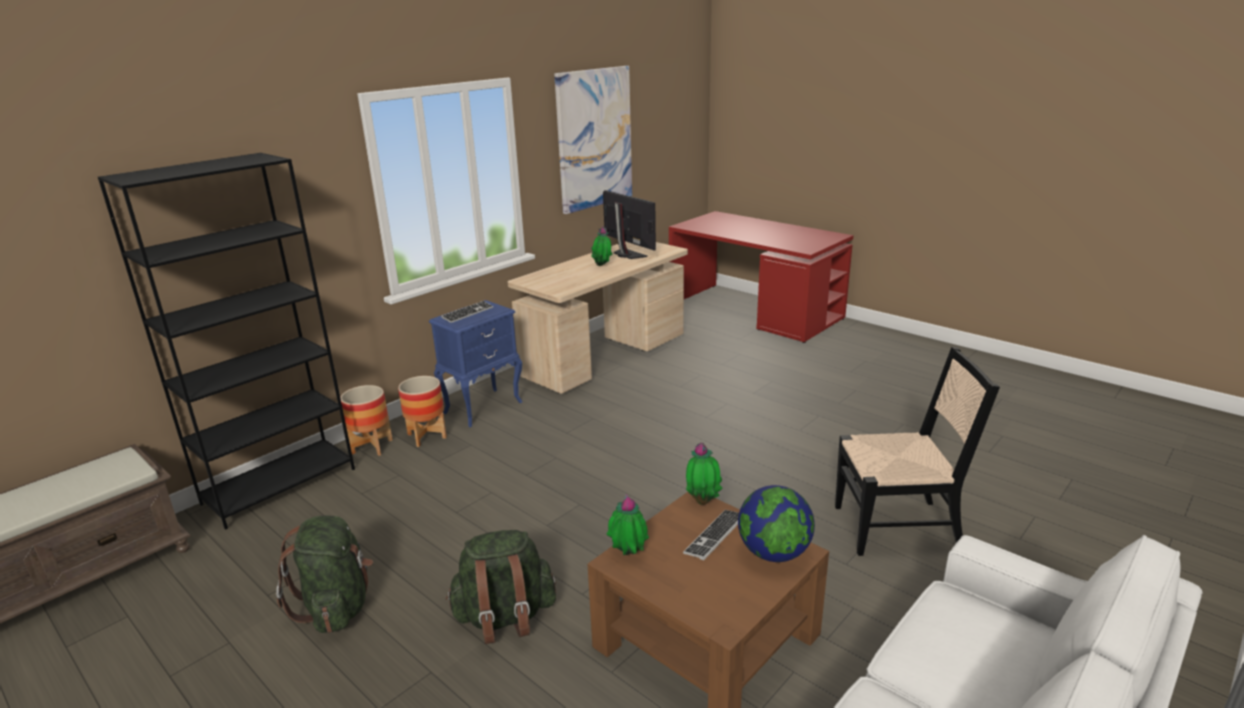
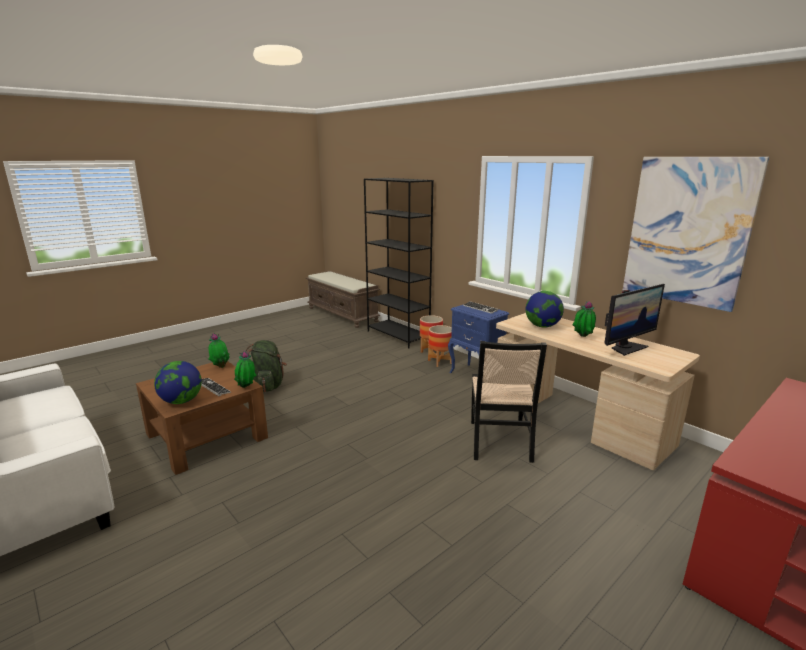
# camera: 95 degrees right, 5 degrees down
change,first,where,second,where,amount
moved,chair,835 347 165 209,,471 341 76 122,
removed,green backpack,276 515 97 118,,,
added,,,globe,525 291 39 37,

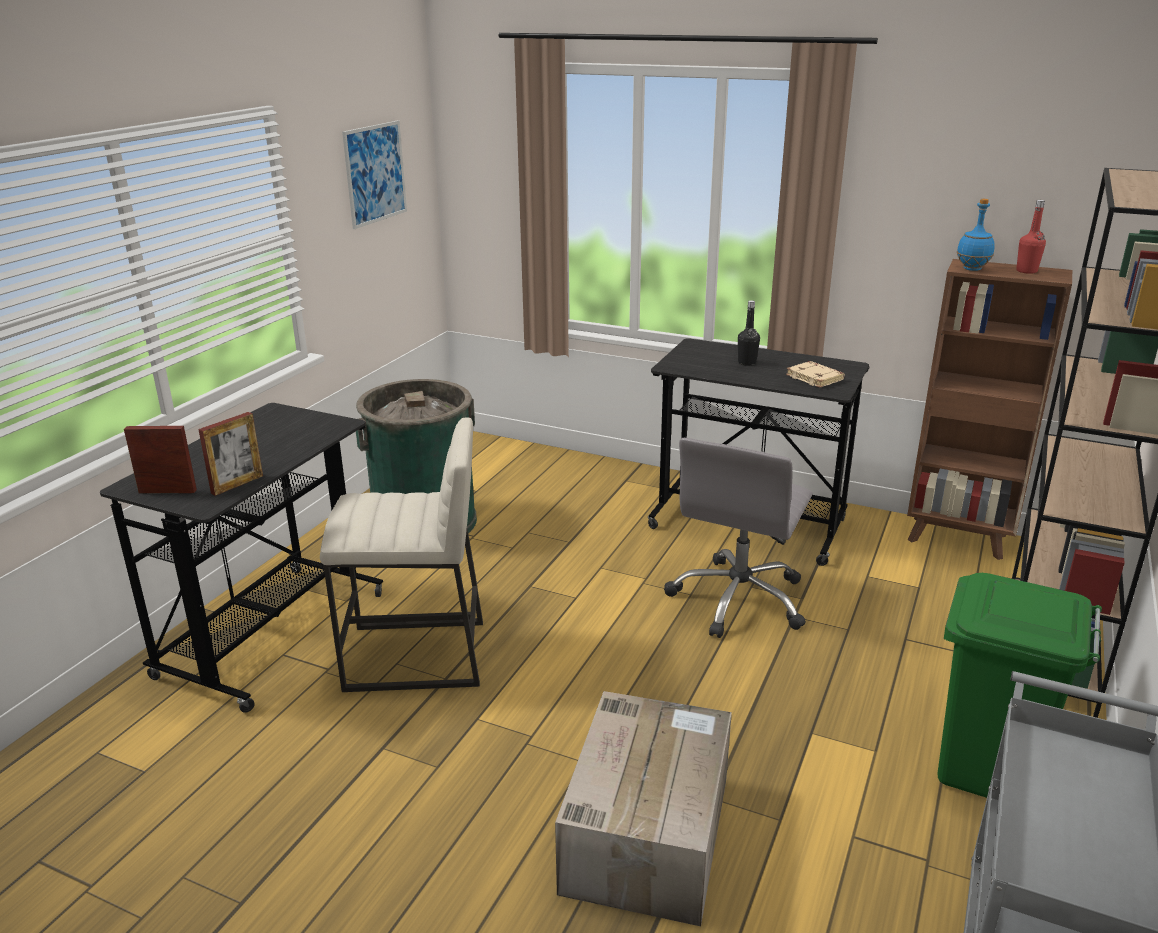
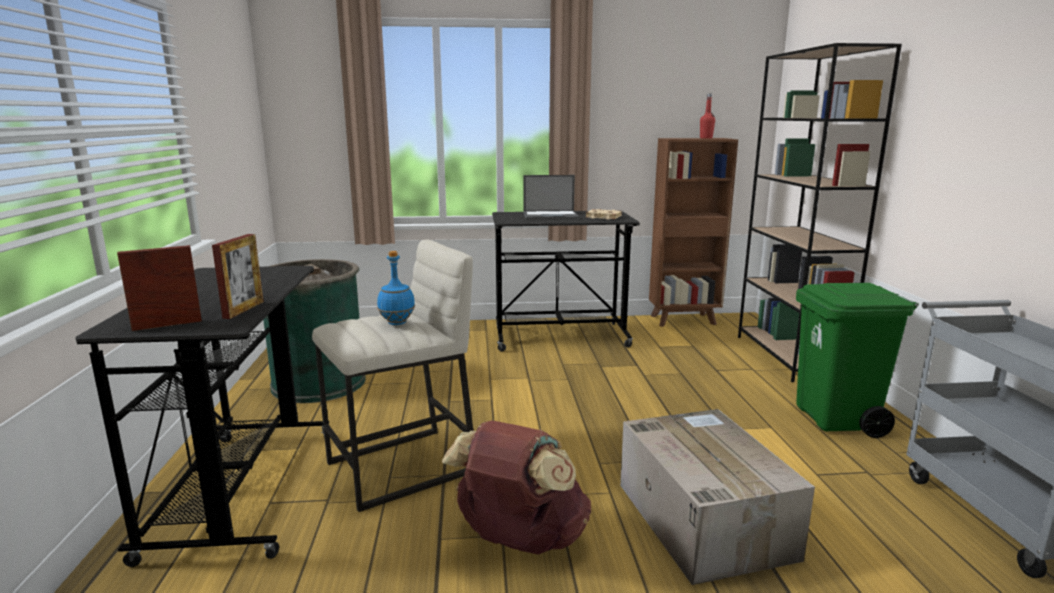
# camera: 30 degrees left, 10 degrees down
change,first,where,second,where,amount
removed,picture,342 120 65 109,,,
moved,blue bottle,957 199 38 72,,377 251 38 74,
replaced,black bottle,738 300 22 66,laptop,523 175 57 45,
removed,grey office chair,664 438 149 200,,,
added,,,brown backpack,442 420 149 135,

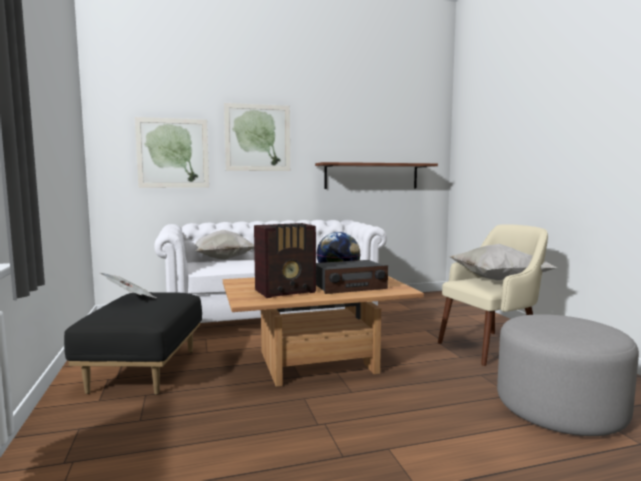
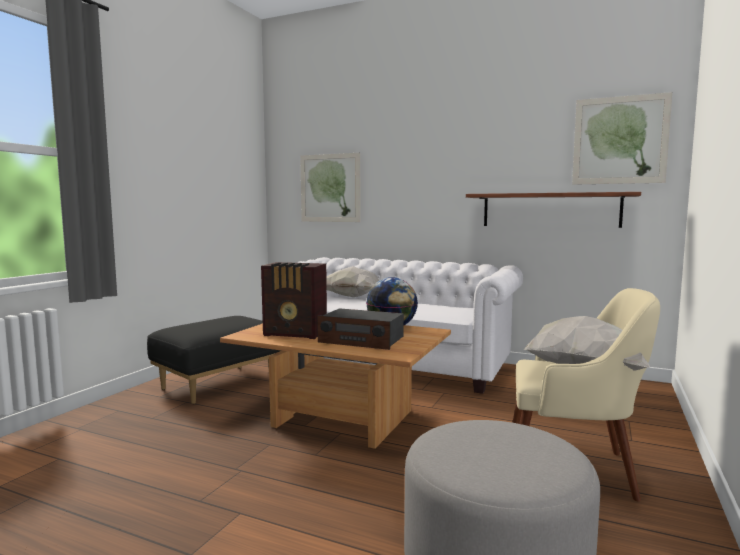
# camera: 40 degrees right, 0 degrees up
change,first,where,second,where,amount
moved,picture,224 103 66 68,,572 92 100 93,
removed,newspaper,100 273 56 25,,,

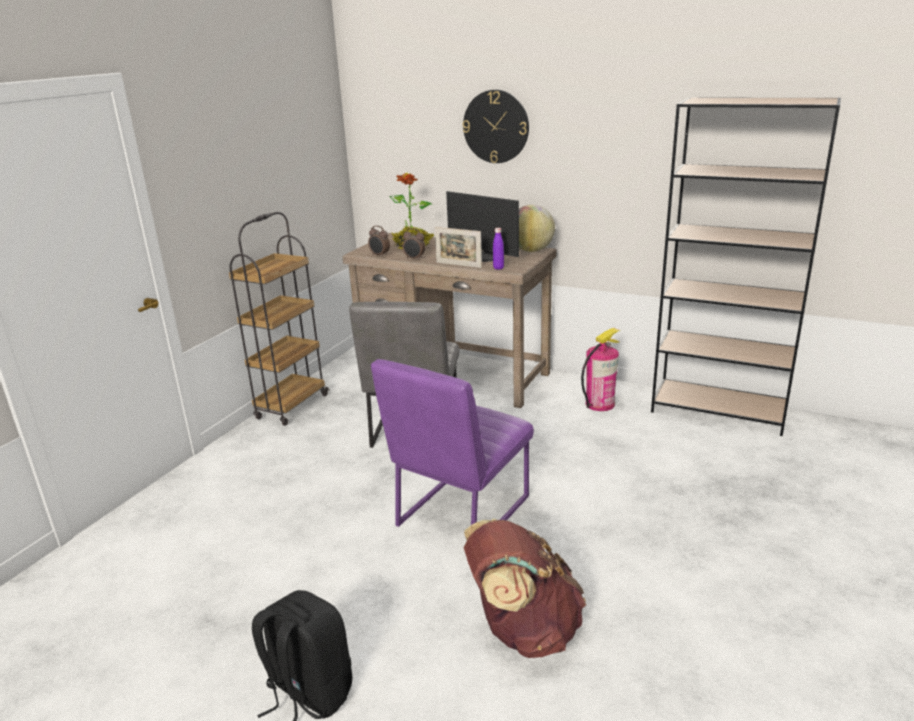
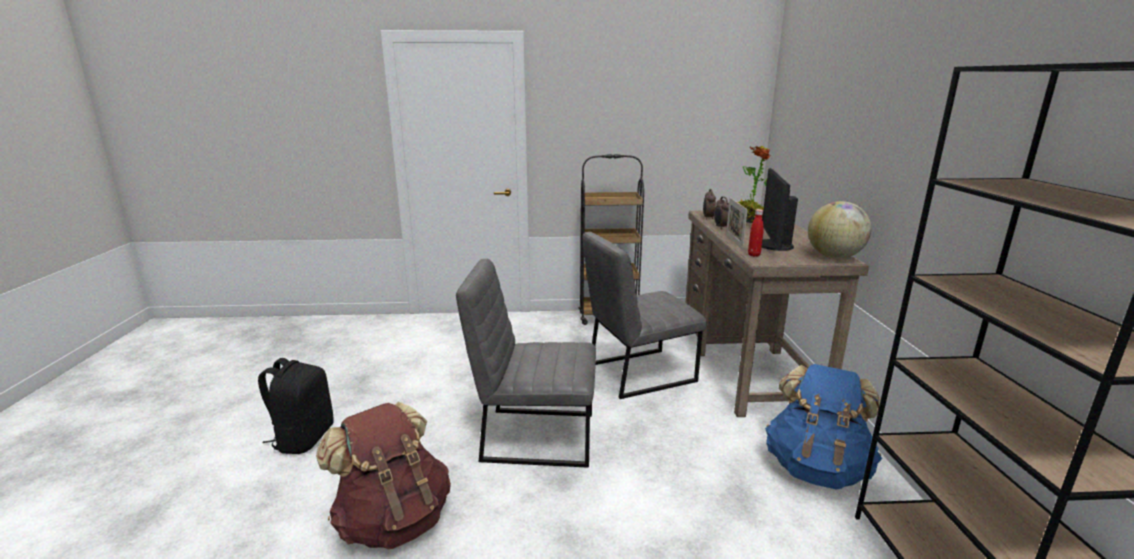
# camera: 60 degrees right, 5 degrees down
change,first,where,second,where,amount
removed,wall clock,463 90 66 73,,,
recoloured,purple bottle,493 228 11 42,red bottle,748 209 16 48,
replaced,fire extinguisher,581 328 39 83,blue backpack,765 364 117 125,
recoloured,purple chair,371 359 163 168,grey chair,456 259 140 209,

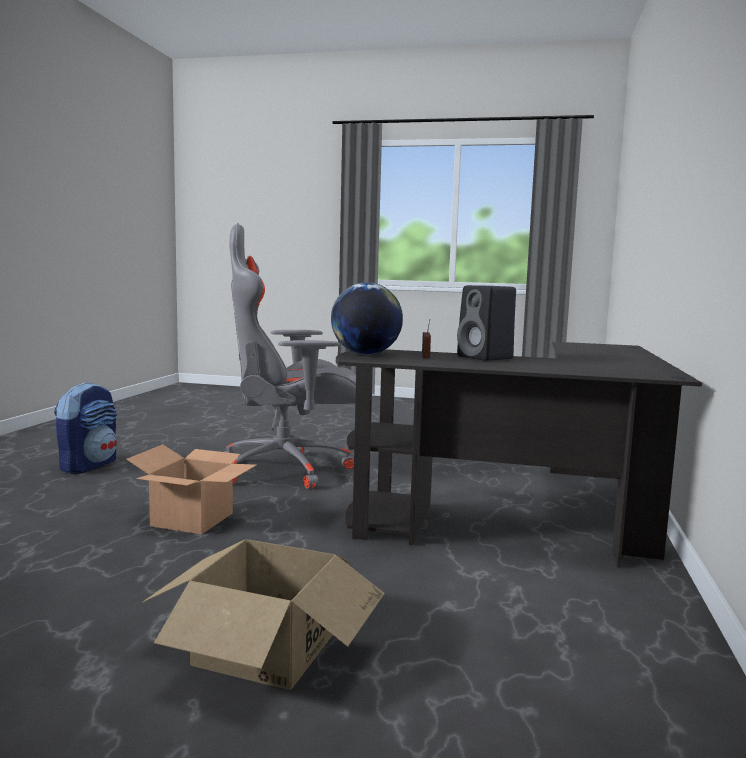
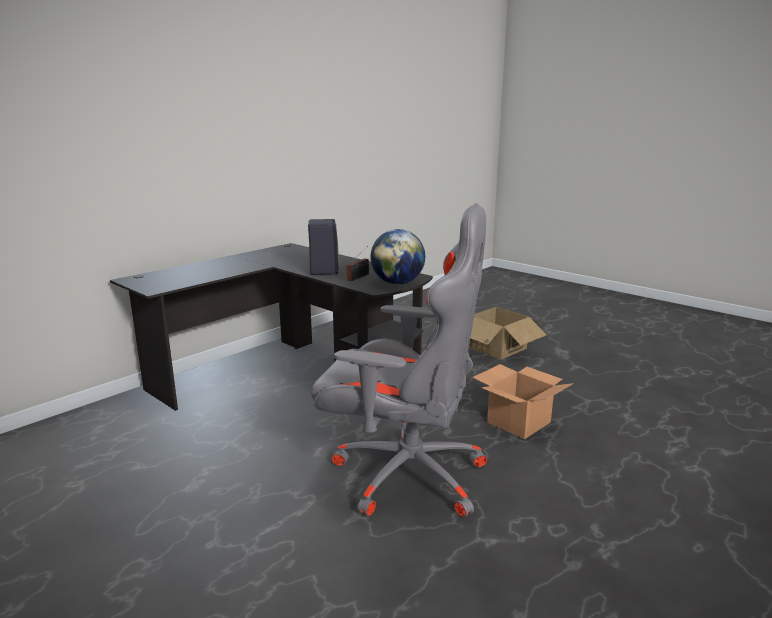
# camera: 150 degrees left, 10 degrees up
change,first,where,second,where,amount
removed,backpack,54 382 63 92,,,

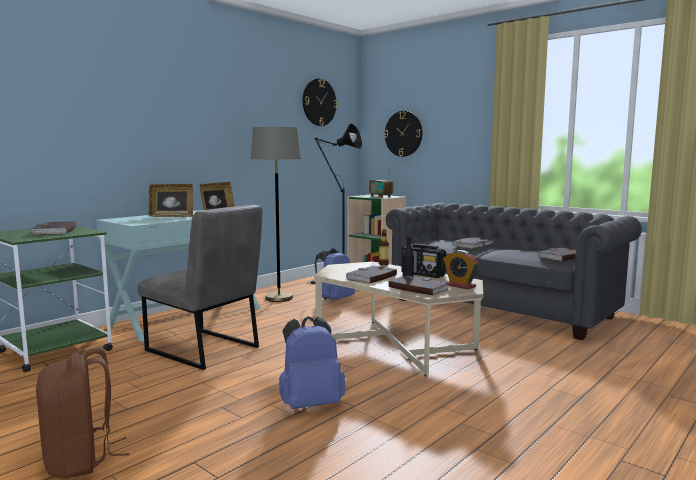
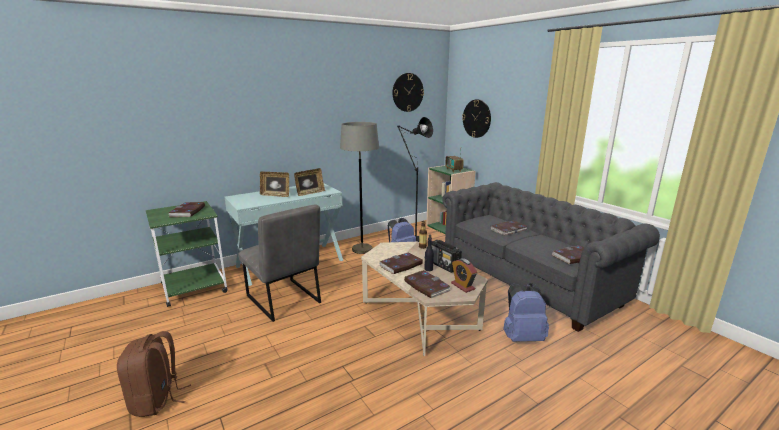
# camera: 15 degrees right, 10 degrees up
change,first,where,second,where,amount
moved,blue backpack,279 316 66 93,,503 283 46 59,

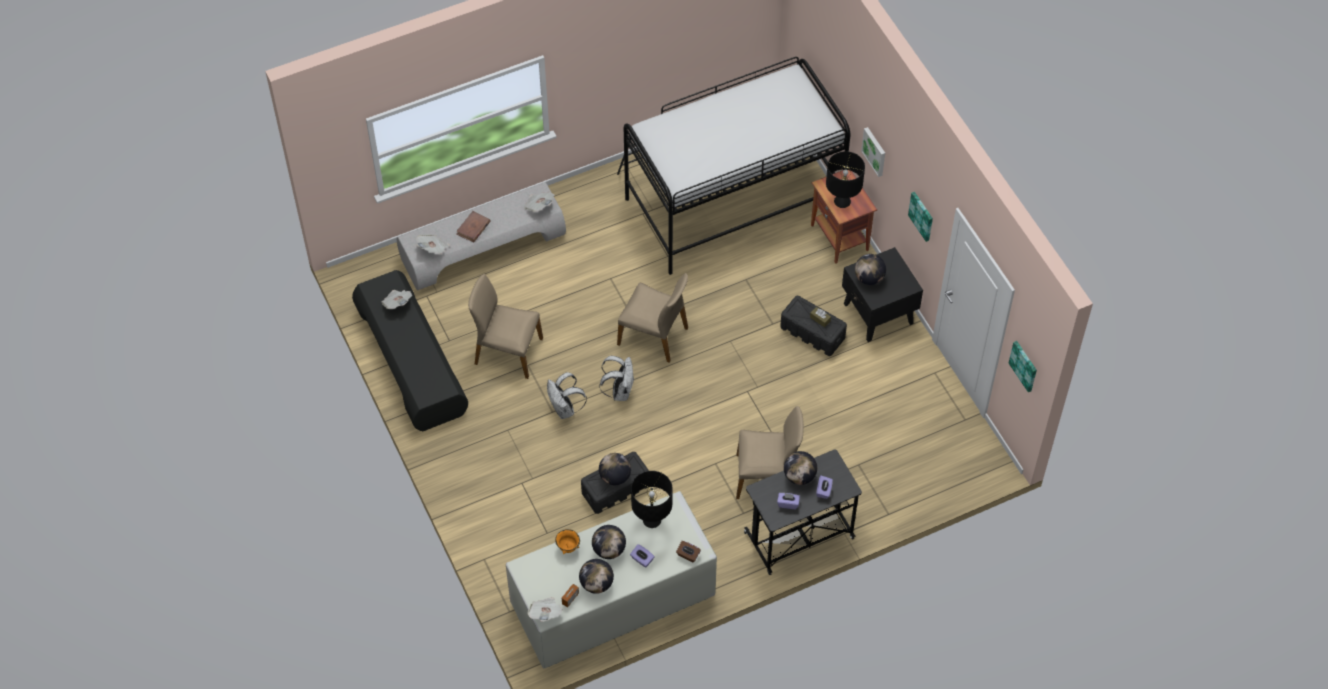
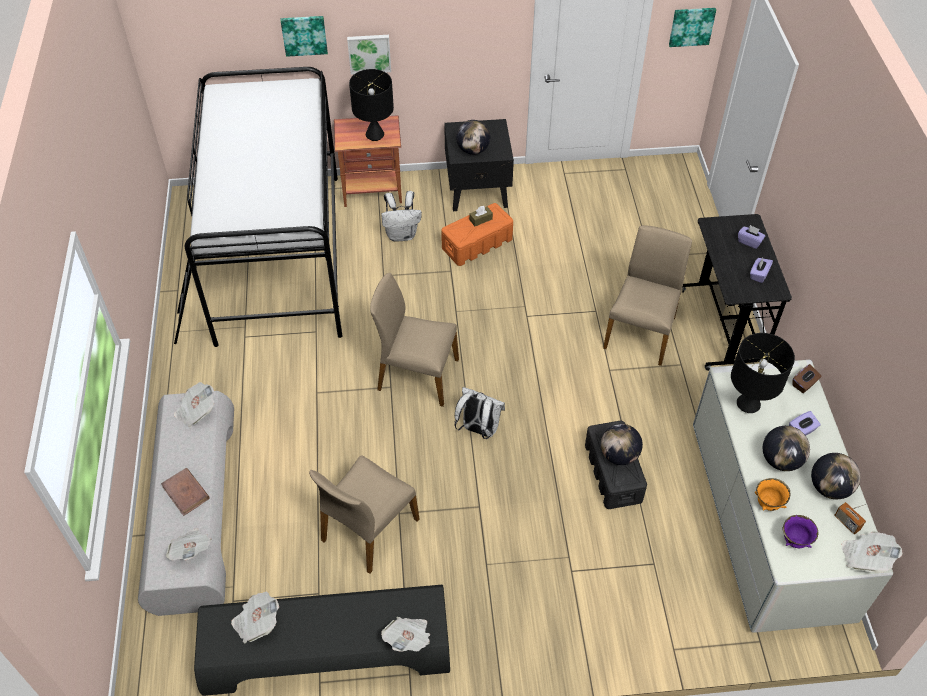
# camera: 70 degrees left, 5 degrees down
change,first,where,second,where,amount
moved,picture,908 192 25 50,,281 16 47 41,
turned,beige chair,617 273 71 90,,370 273 89 134,120 degrees counterclockwise
recoloured,black storage box,780 296 67 60,orange storage box,441 203 72 63,
moved,white backpack,547 372 40 47,,382 191 40 51,
removed,globe,784 451 33 34,,,
added,,,purple bowl,782 515 37 33,
added,,,newspaper,381 617 49 35,

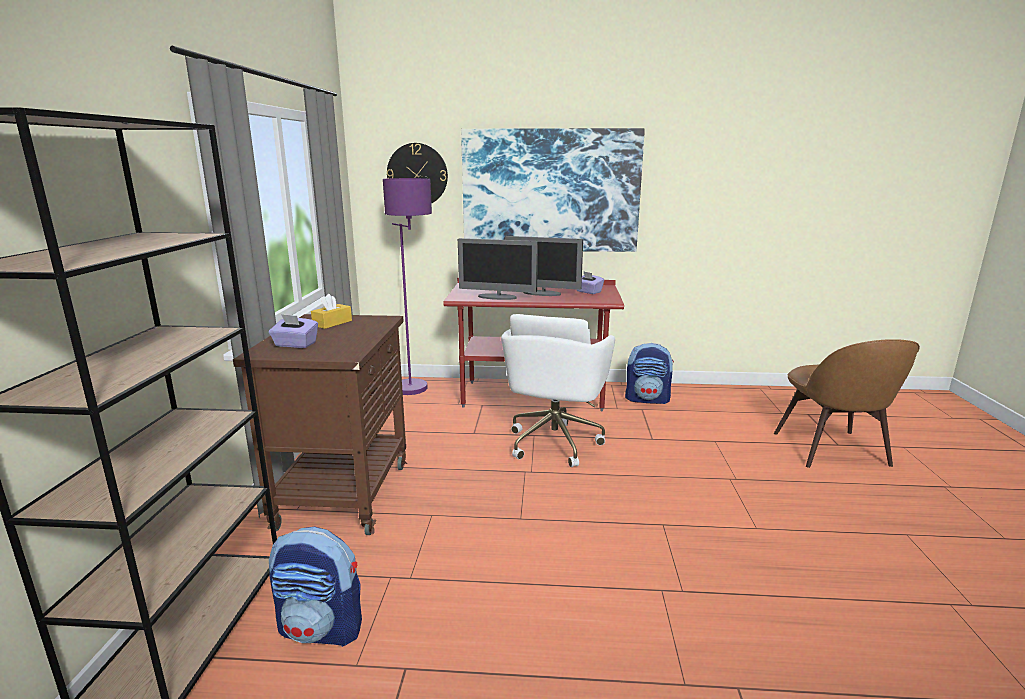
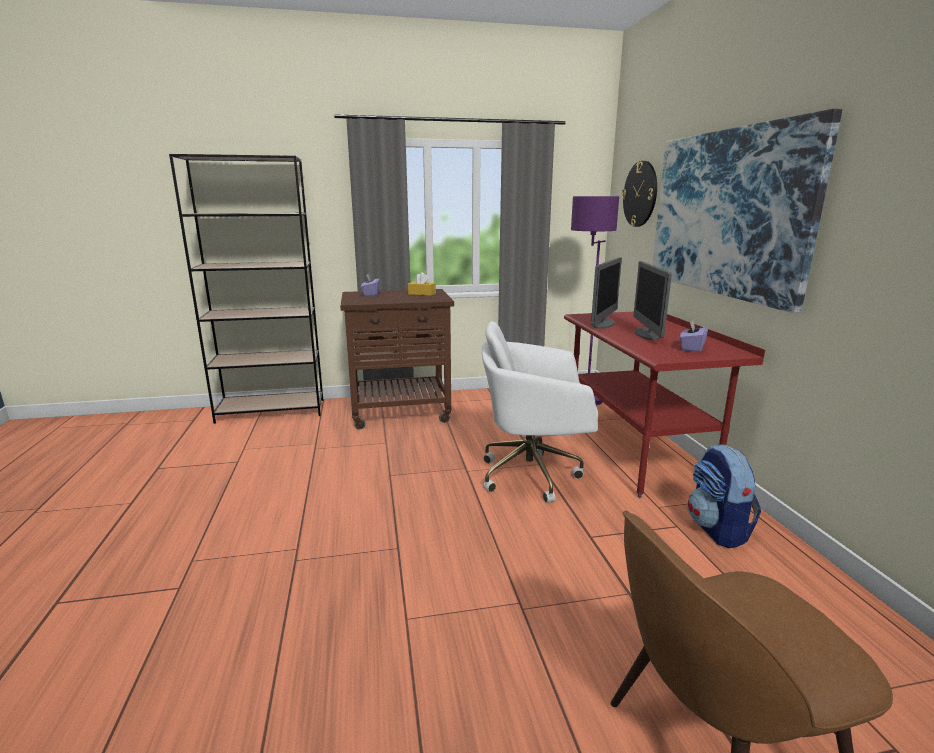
# camera: 75 degrees right, 0 degrees up
change,first,where,second,where,amount
turned,monitor,458 238 80 62,,591 257 31 72,150 degrees counterclockwise
removed,backpack,269 527 93 120,,,

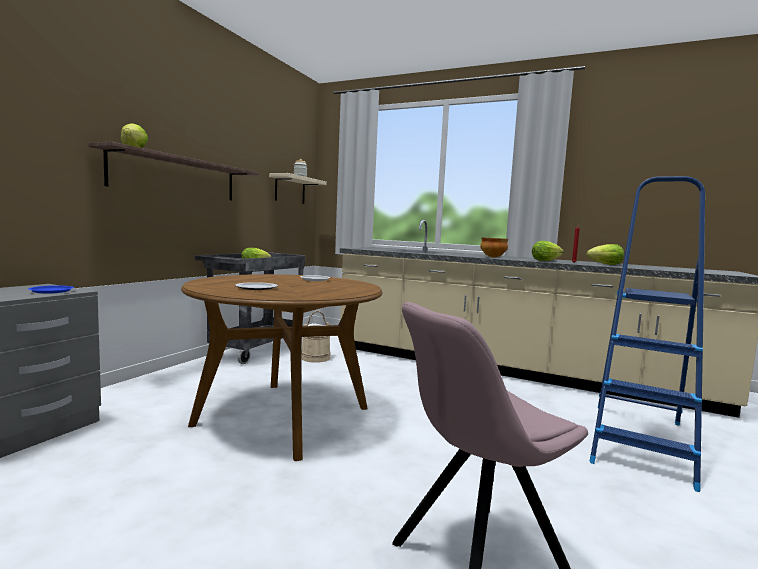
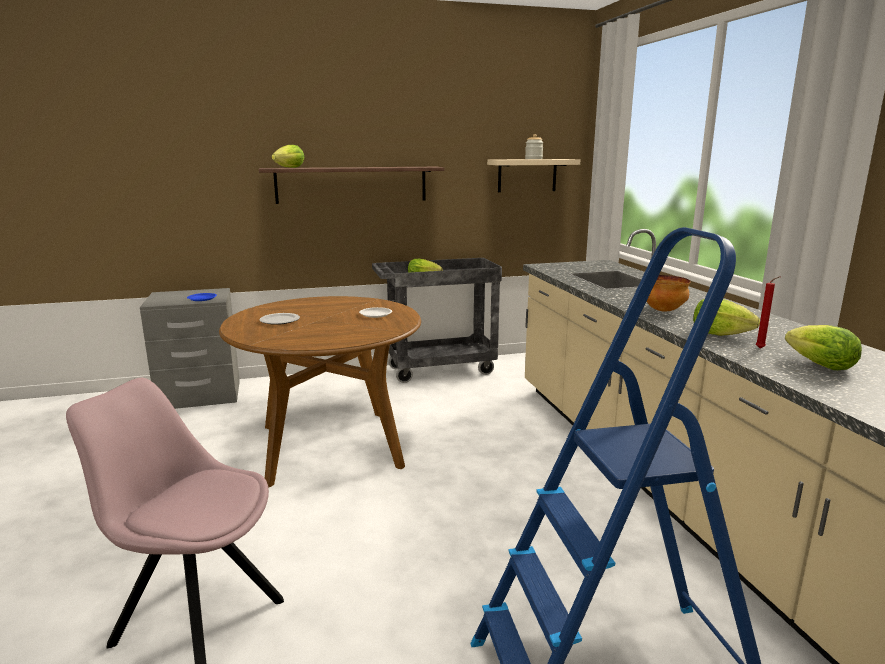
# camera: 50 degrees right, 10 degrees up
change,first,where,second,where,amount
removed,beige bucket,301 311 30 52,,,

